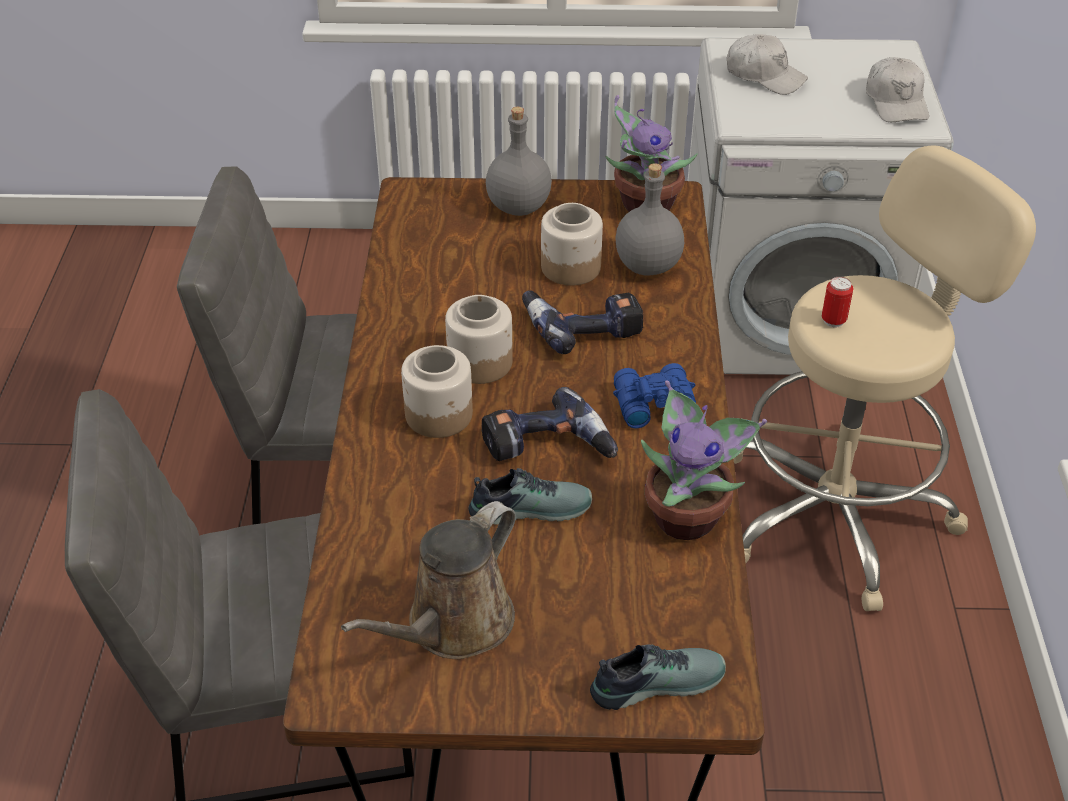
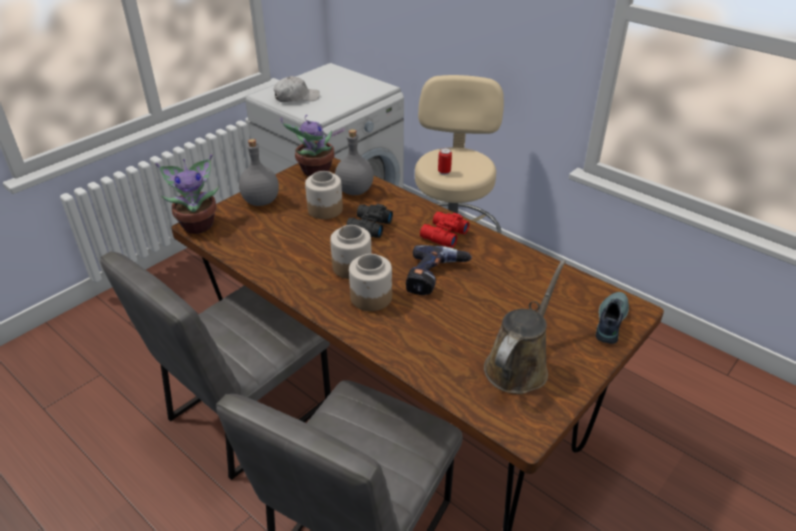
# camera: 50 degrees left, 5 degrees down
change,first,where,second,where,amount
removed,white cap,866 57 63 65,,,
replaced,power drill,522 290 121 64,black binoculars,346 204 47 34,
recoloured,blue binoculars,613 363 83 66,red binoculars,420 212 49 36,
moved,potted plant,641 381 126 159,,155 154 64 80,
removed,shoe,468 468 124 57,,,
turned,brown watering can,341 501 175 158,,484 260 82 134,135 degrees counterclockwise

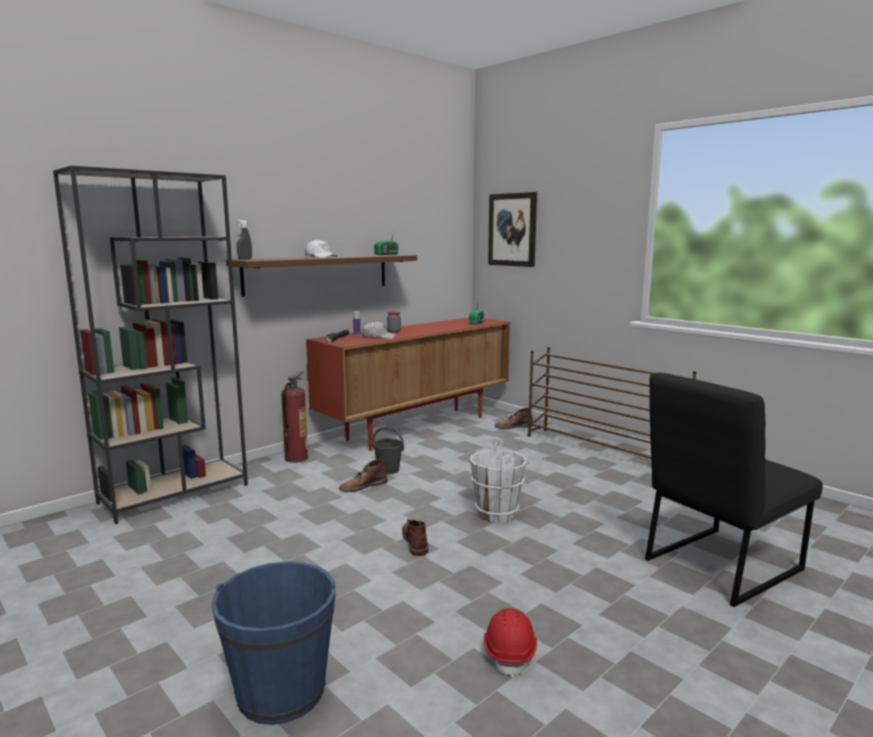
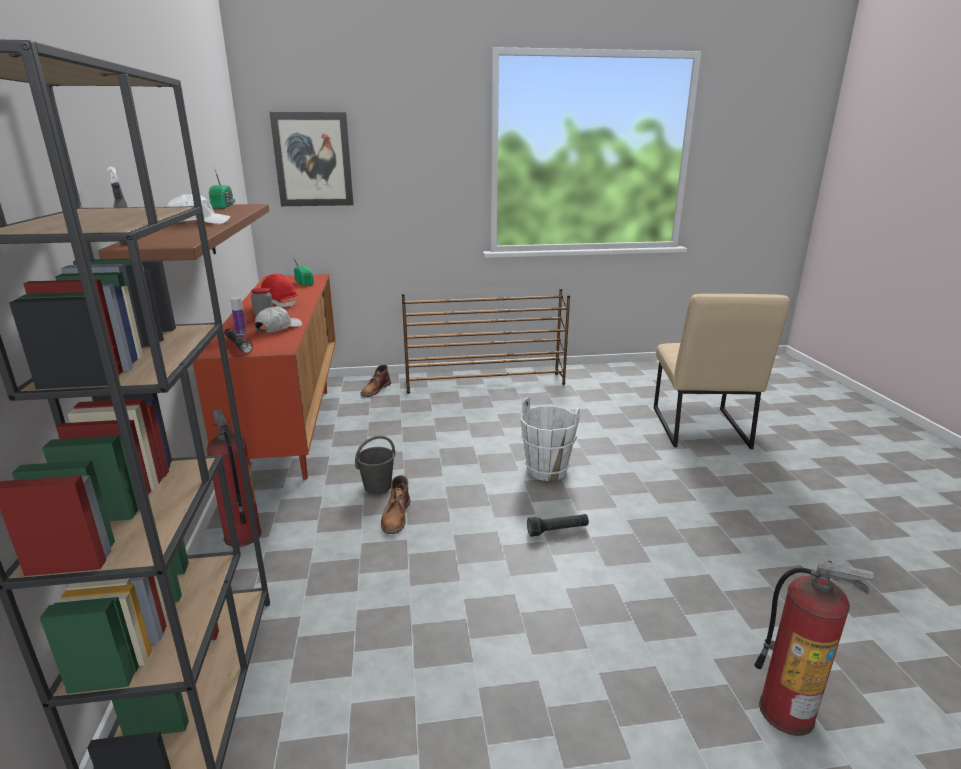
# camera: 55 degrees left, 10 degrees up
change,first,where,second,where,amount
recoloured,black chair,645 372 178 235,beige chair,654 294 136 155,
replaced,brown boot,402 519 27 37,black flashlight,527 514 62 23,
replaced,blue bucket,211 561 125 164,fire extinguisher,754 561 120 175,
moved,red hard hat,484 608 53 70,,261 274 37 33,

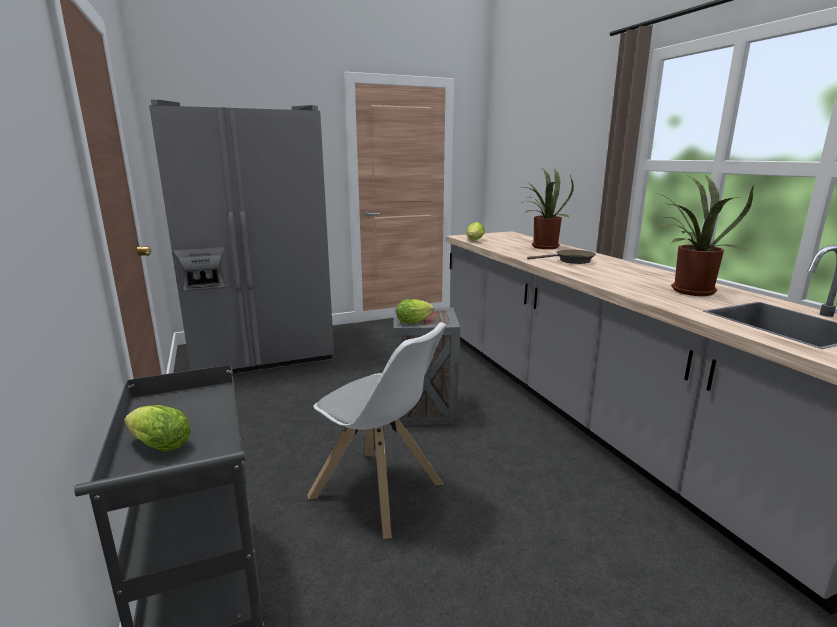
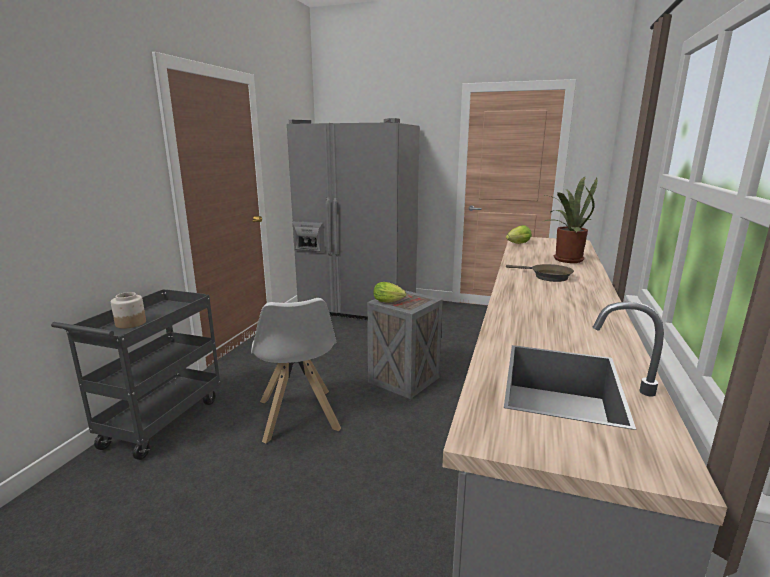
# camera: 40 degrees right, 0 degrees up
change,first,where,second,where,amount
removed,potted plant,653 174 101 122,,,
replaced,lettuce,124 405 67 47,jar,111 292 35 37,

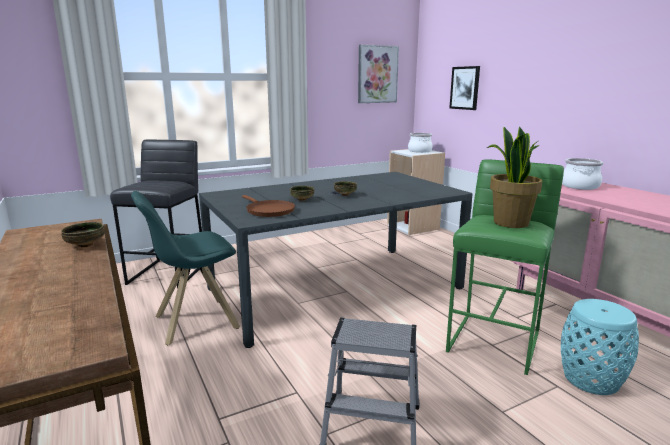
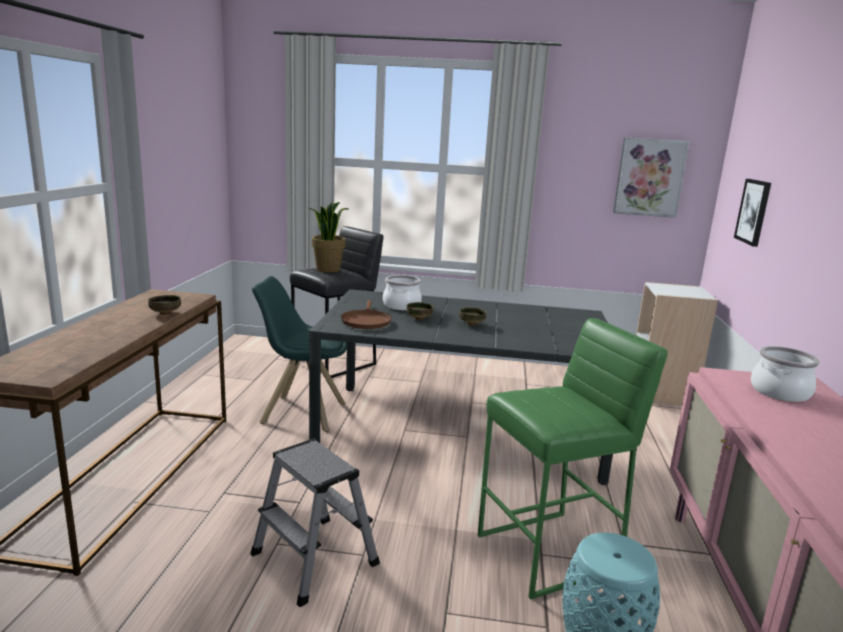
# camera: 35 degrees right, 0 degrees up
change,first,where,second,where,amount
moved,potted plant,487 127 56 101,,309 202 41 71,
moved,cooking pot,408 133 25 20,,383 275 39 35,

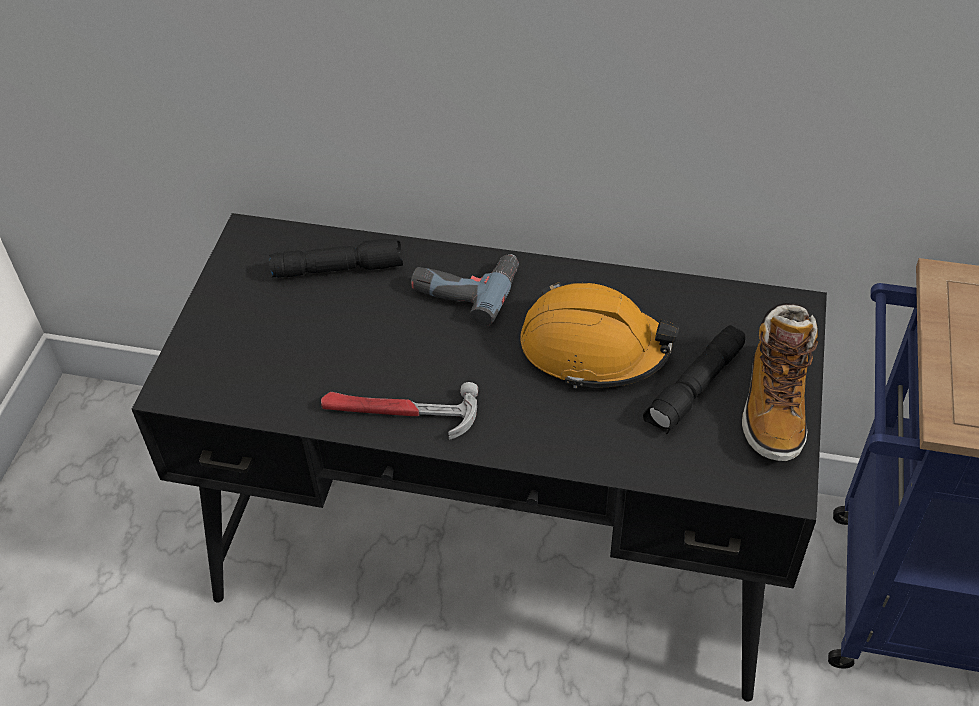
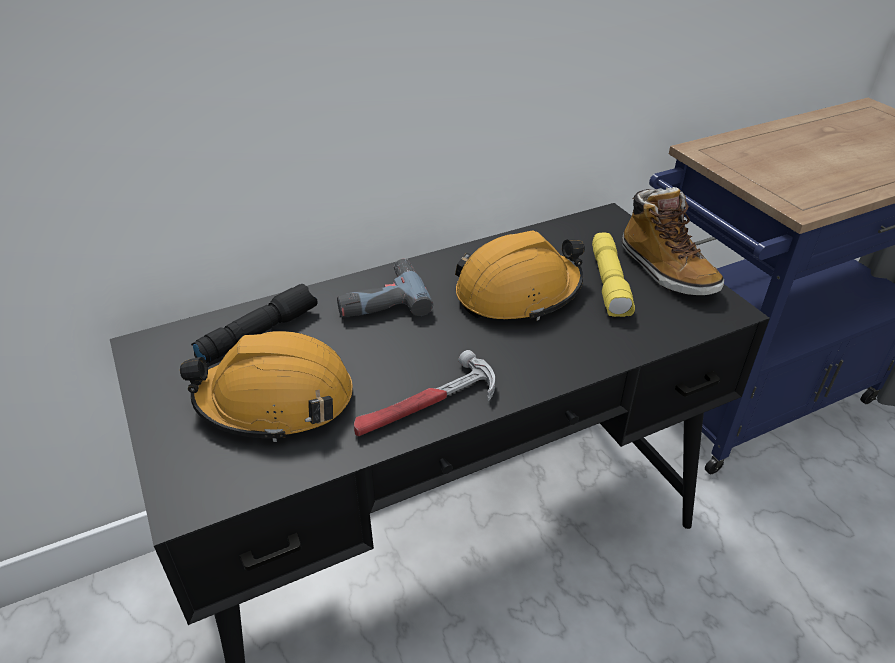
# camera: 40 degrees left, 10 degrees down
change,first,where,second,where,amount
recoloured,black flashlight,643 325 102 109,yellow flashlight,592 233 43 84,
added,,,orange hard hat,180 331 173 111,

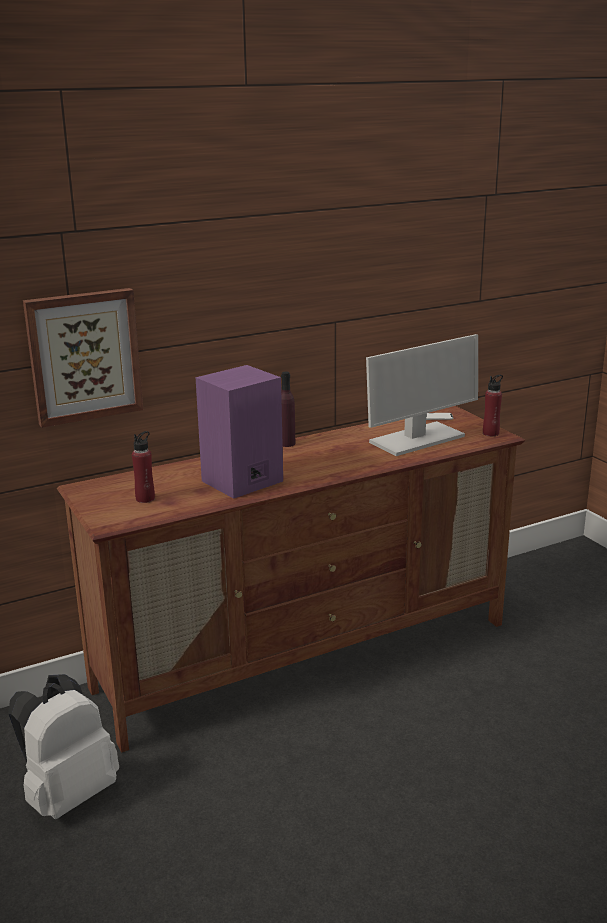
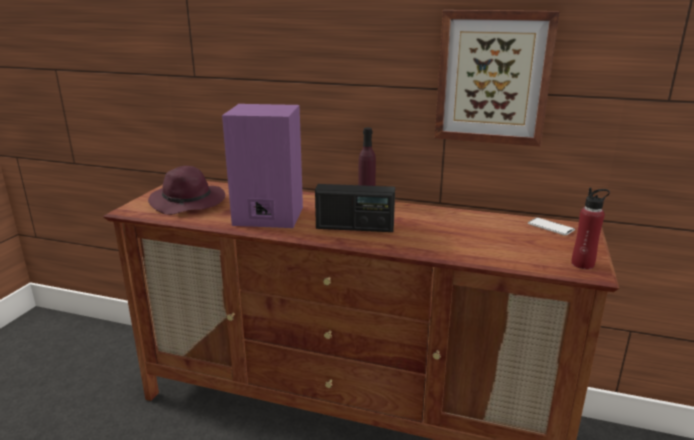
# camera: 45 degrees right, 0 degrees up
change,first,where,second,where,amount
moved,picture,23 288 120 140,,435 10 125 137,
removed,monitor,366 334 112 122,,,
replaced,red bottle,132 431 23 72,purple hat,148 166 77 49,
removed,white backpack,8 674 111 145,,,
added,,,radio,315 184 80 48,

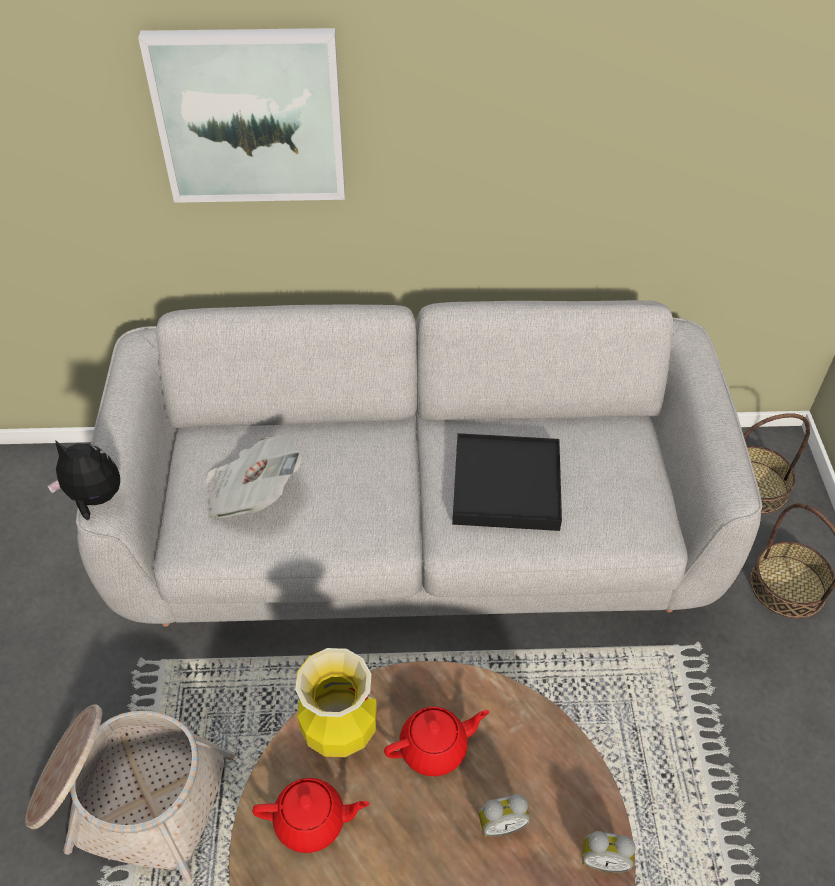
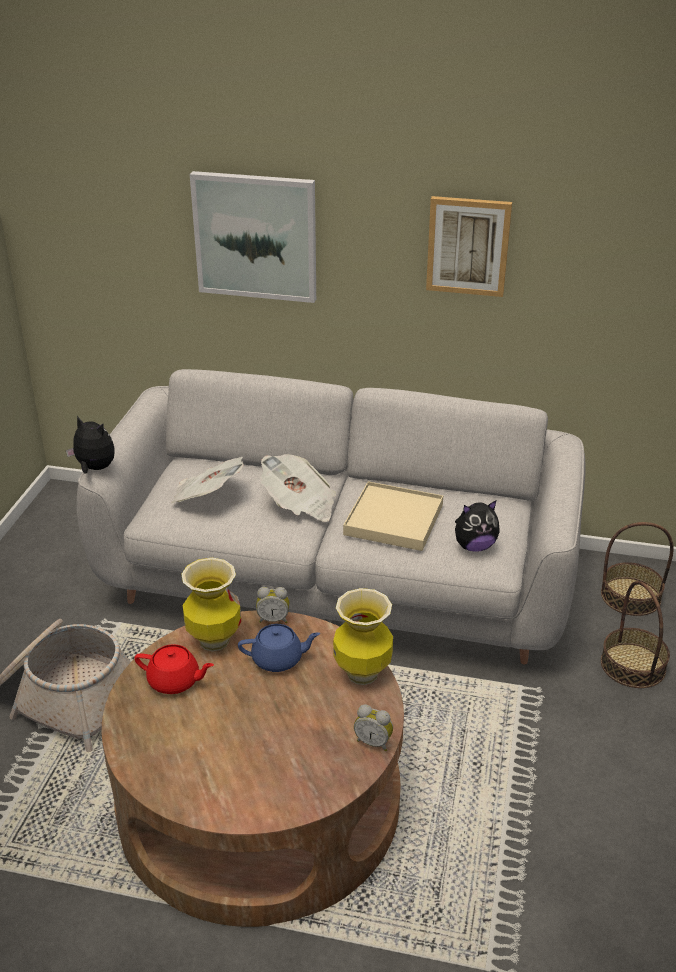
# camera: 15 degrees right, 15 degrees down
change,first,where,second,where,amount
recoloured,black tray,452 433 110 98,beige tray,343 481 100 70,
recoloured,red teapot,384 707 105 69,blue teapot,238 624 82 48,
moved,alarm clock,479 794 51 43,,256 587 34 36,
added,,,picture,426 196 86 101,
added,,,newspaper,260 454 76 68,
added,,,plush toy,455 501 45 51,
added,,,vase,333 588 60 97,

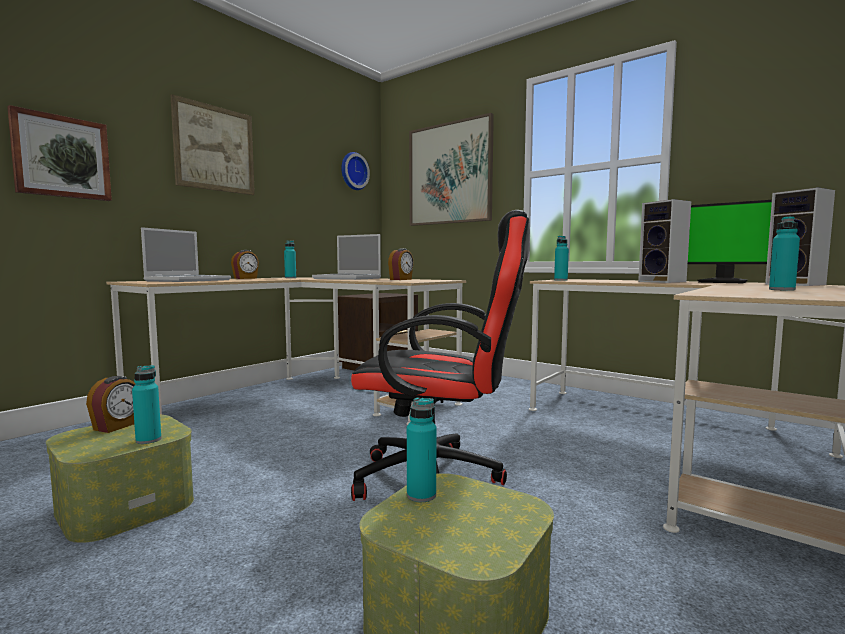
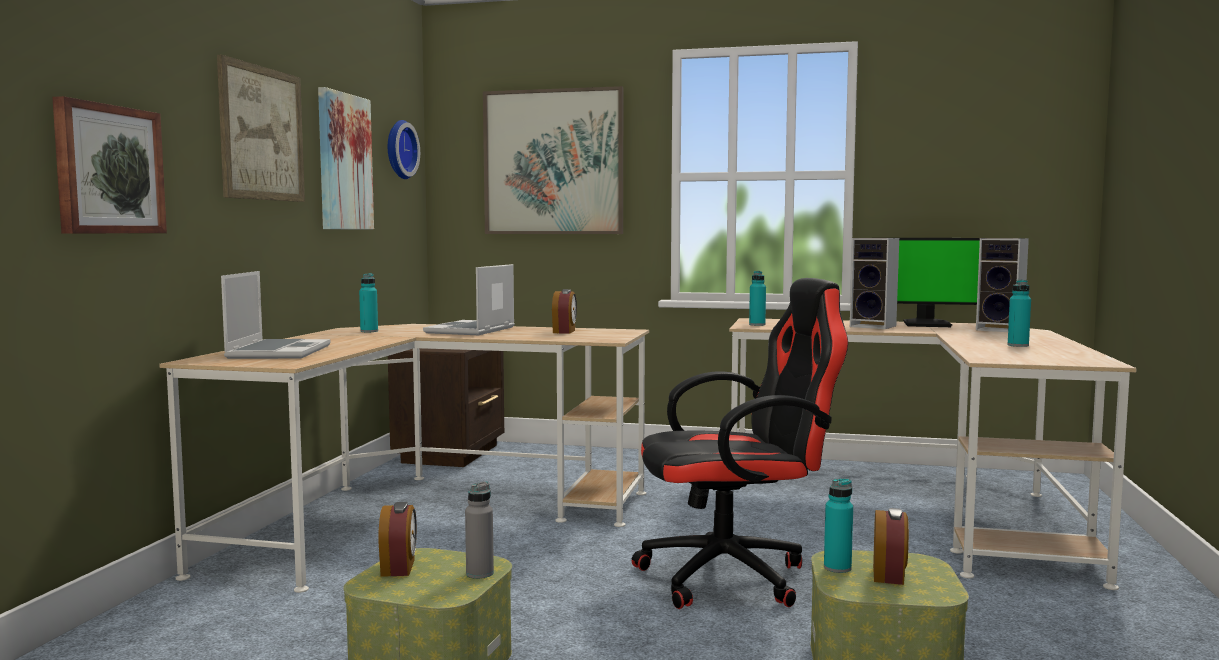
# camera: 25 degrees left, 0 degrees up
change,first,where,second,where,amount
turned,laptop,312 234 69 46,,423 264 92 71,105 degrees clockwise
moved,alarm clock,231 250 28 29,,873 508 36 77,
recoloured,turquoise bottle,132 365 29 79,grey bottle,465 482 29 97,
added,,,picture,318 87 56 142,

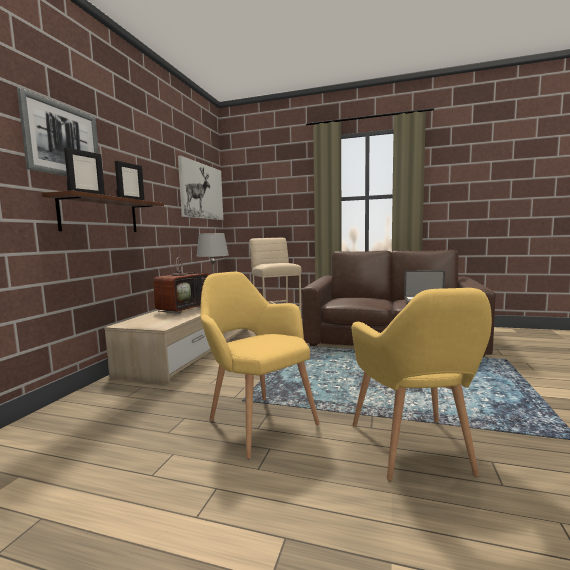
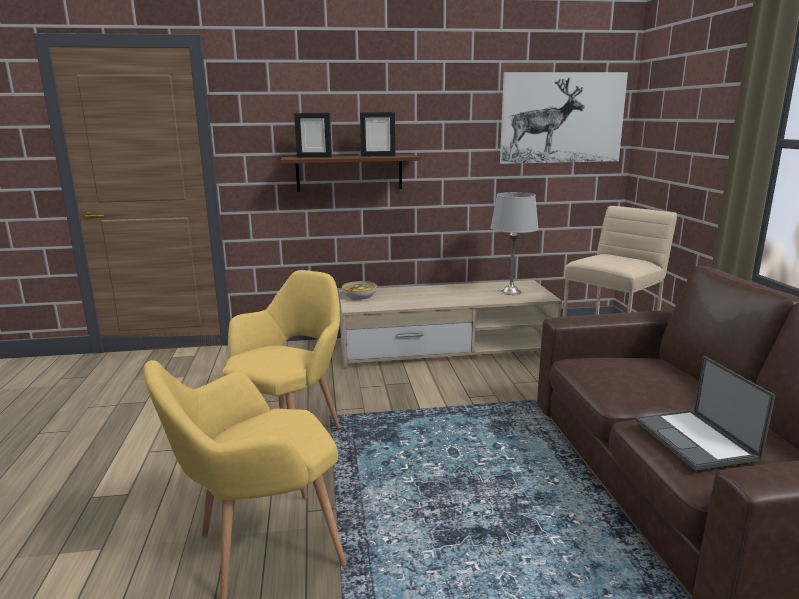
# camera: 65 degrees right, 10 degrees up
change,first,where,second,where,amount
removed,picture,17 88 82 88,,,
removed,television,153 250 56 64,,,
added,,,bowl,342 281 35 19,

